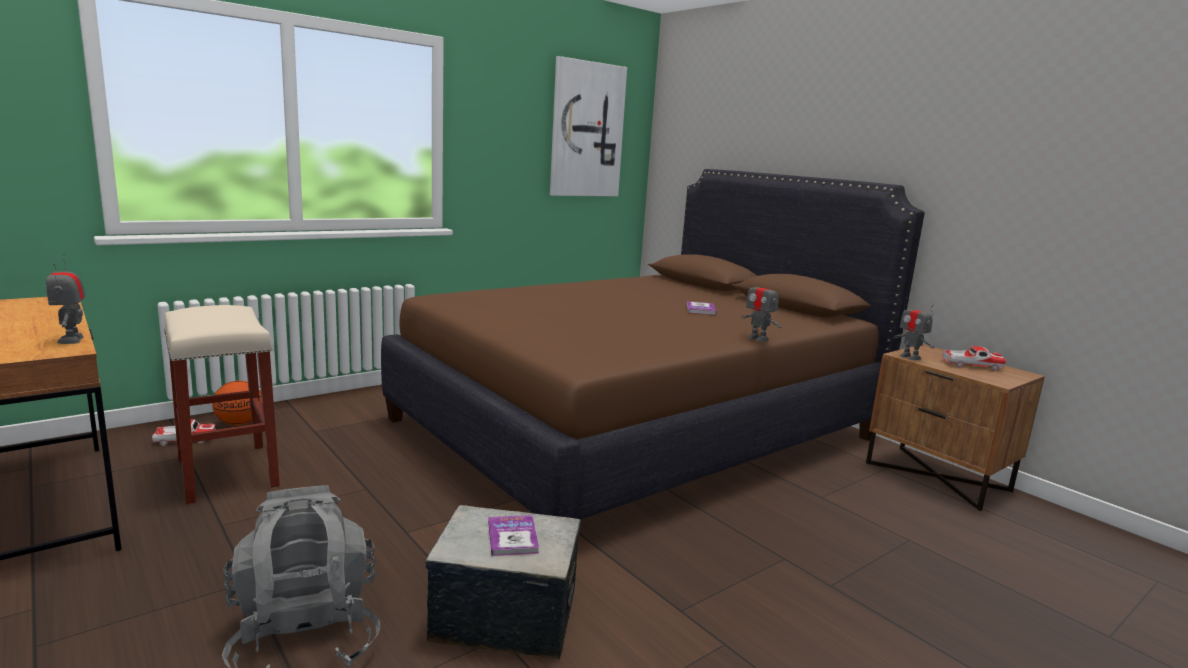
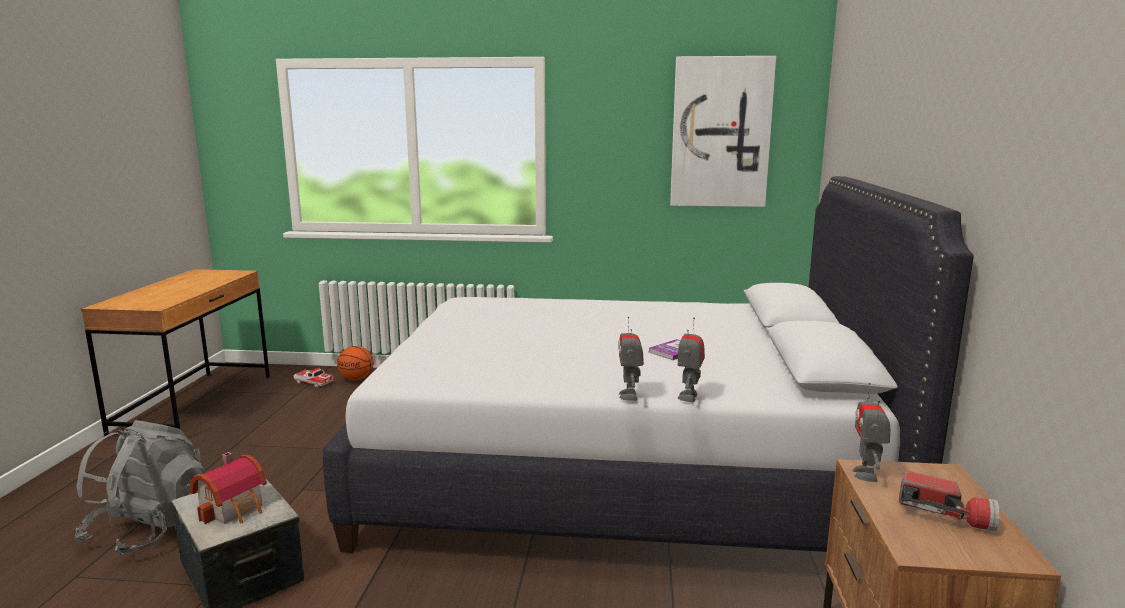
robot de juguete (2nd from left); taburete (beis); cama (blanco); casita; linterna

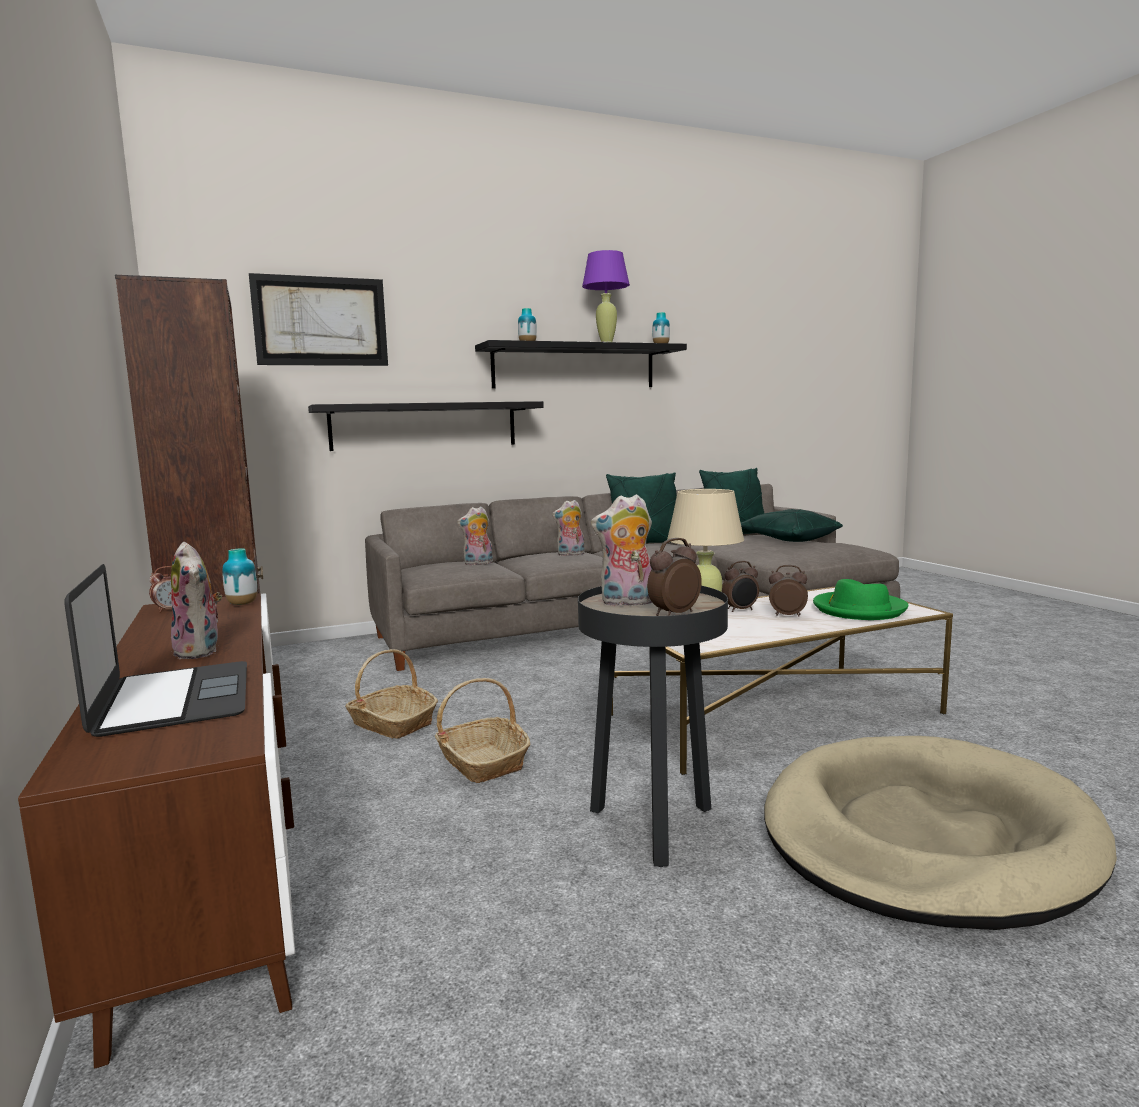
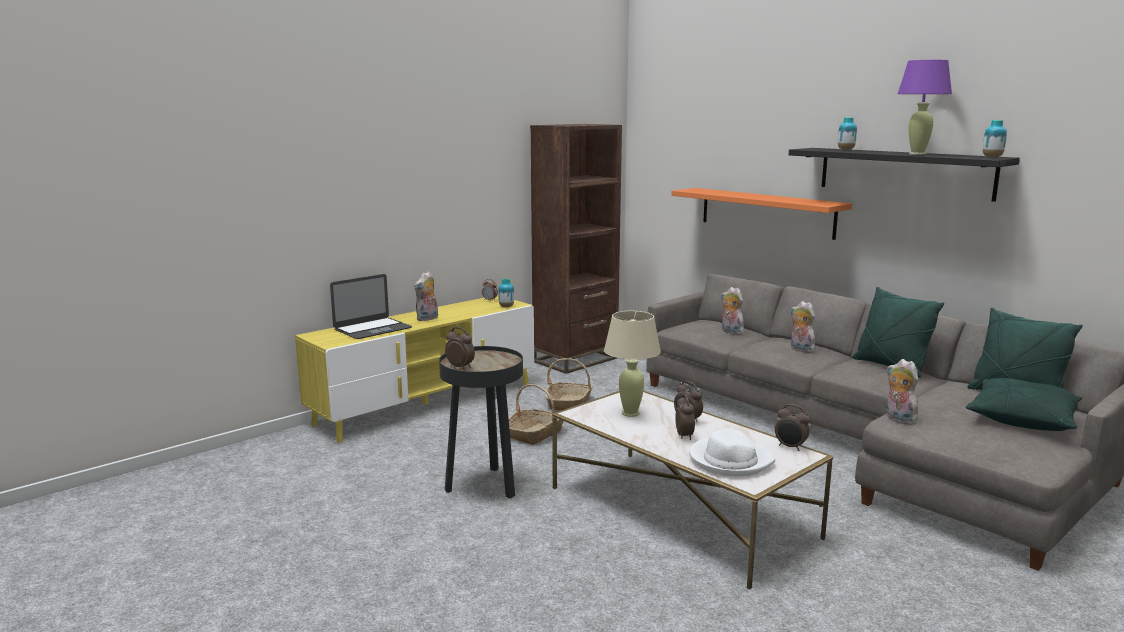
mueble de televisión (amarillo); cuadro; estante (naranja); peluche (4th from left); cama para perro (beis); sombrero (blanco); despertador (5th from left)

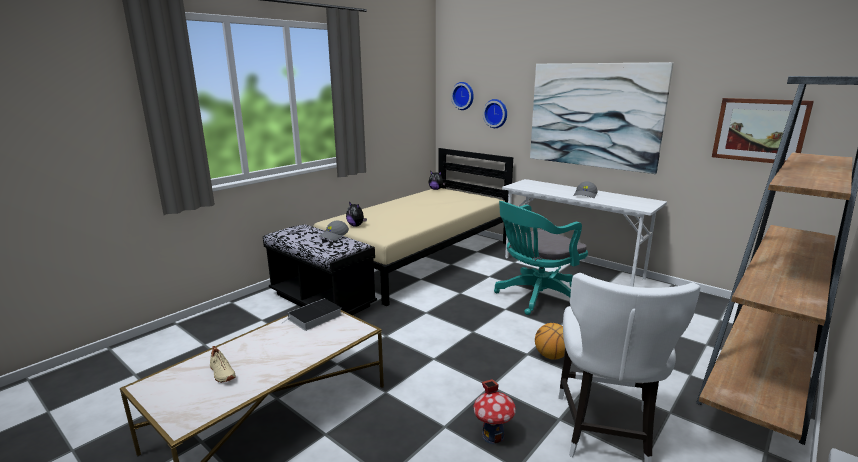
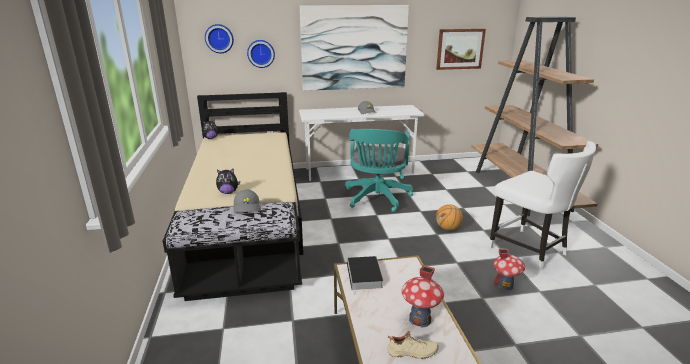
casita (1st from left)

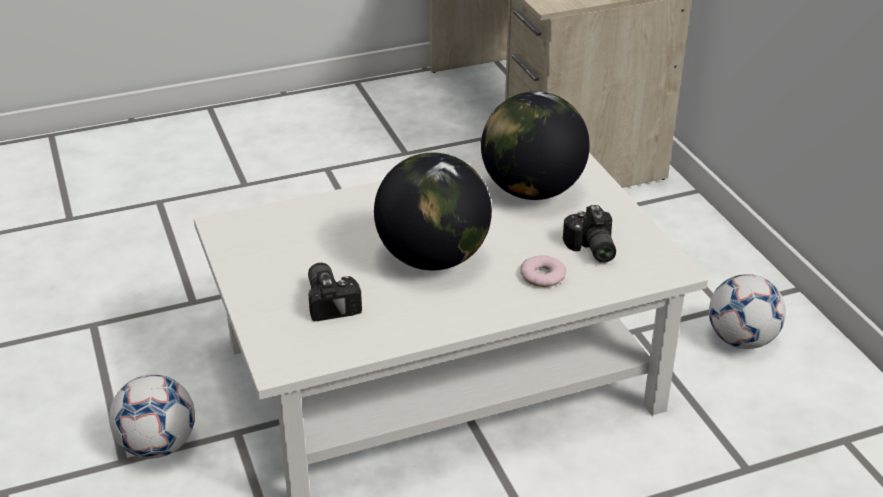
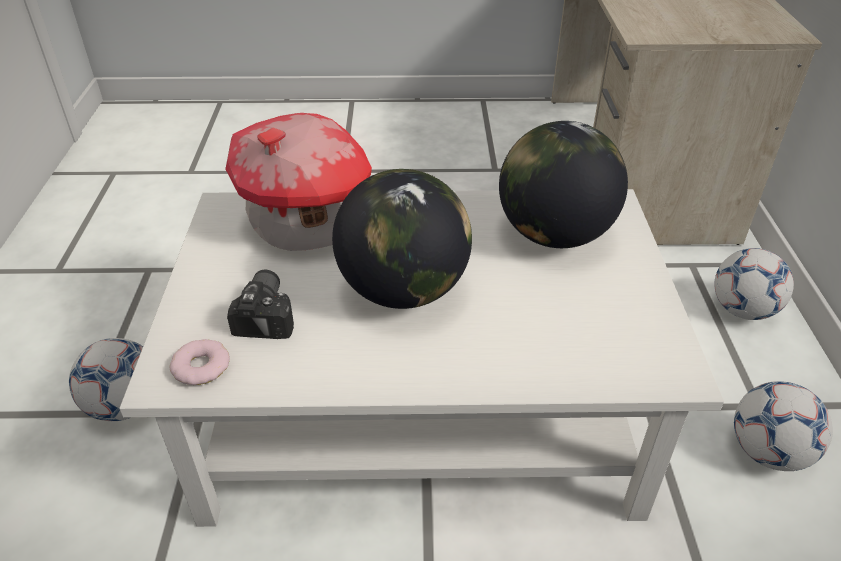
rosquilla; cámara (2nd from left in the first image); casita; balón de fútbol (2nd from left)

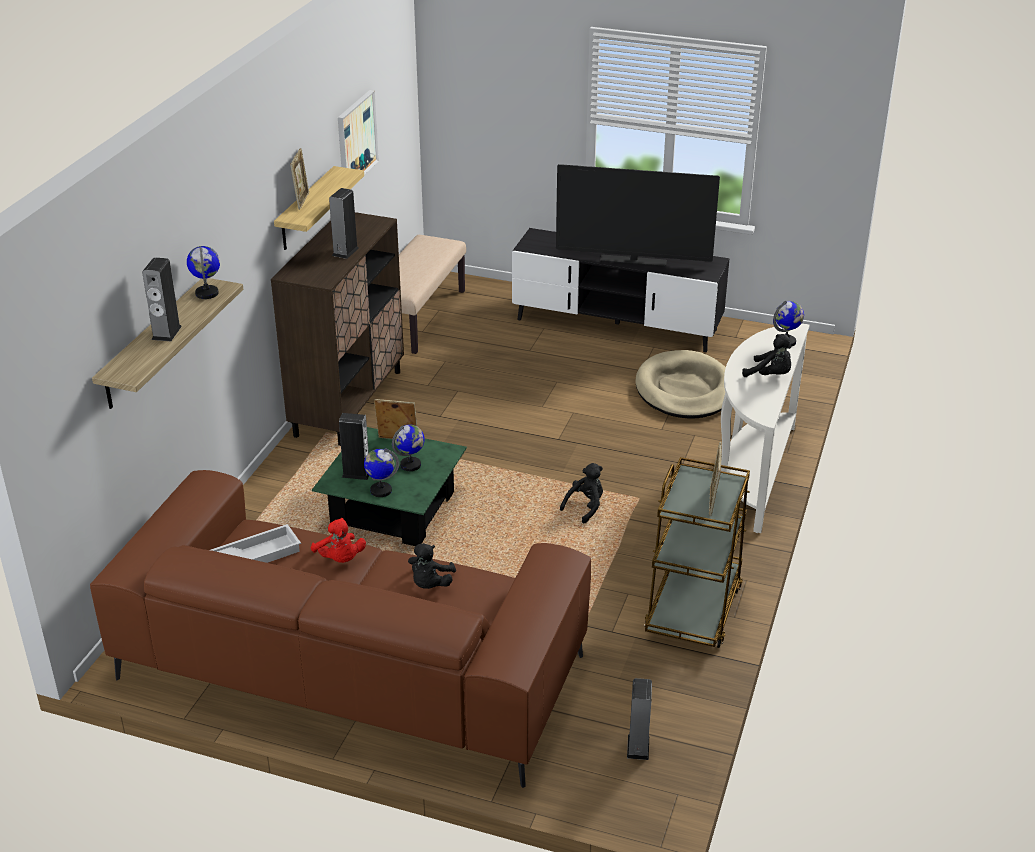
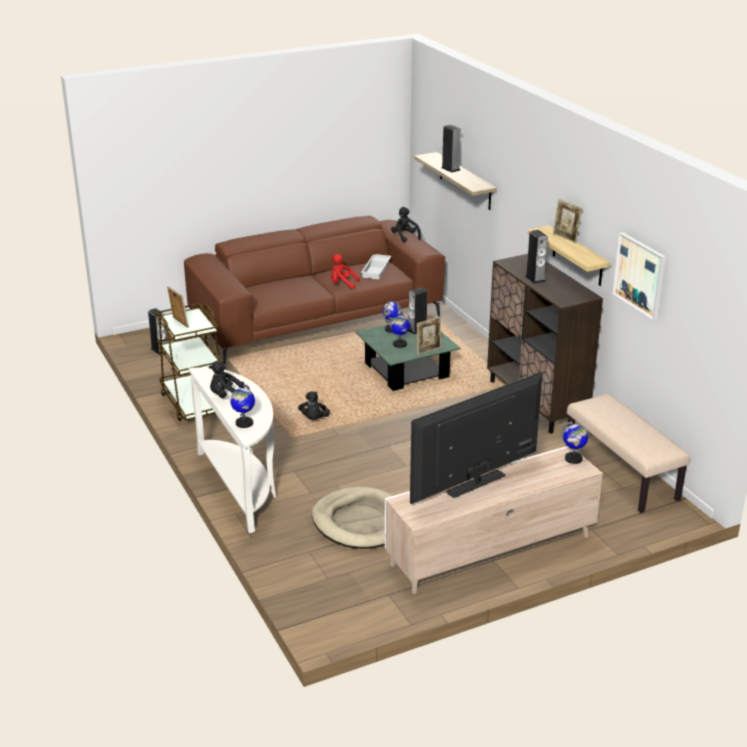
globo terráqueo (4th from left); peluche (negro) (3rd from left); mueble de televisión (beis)

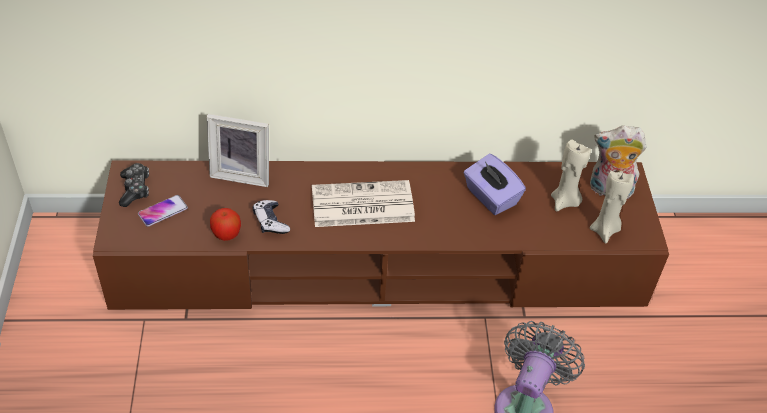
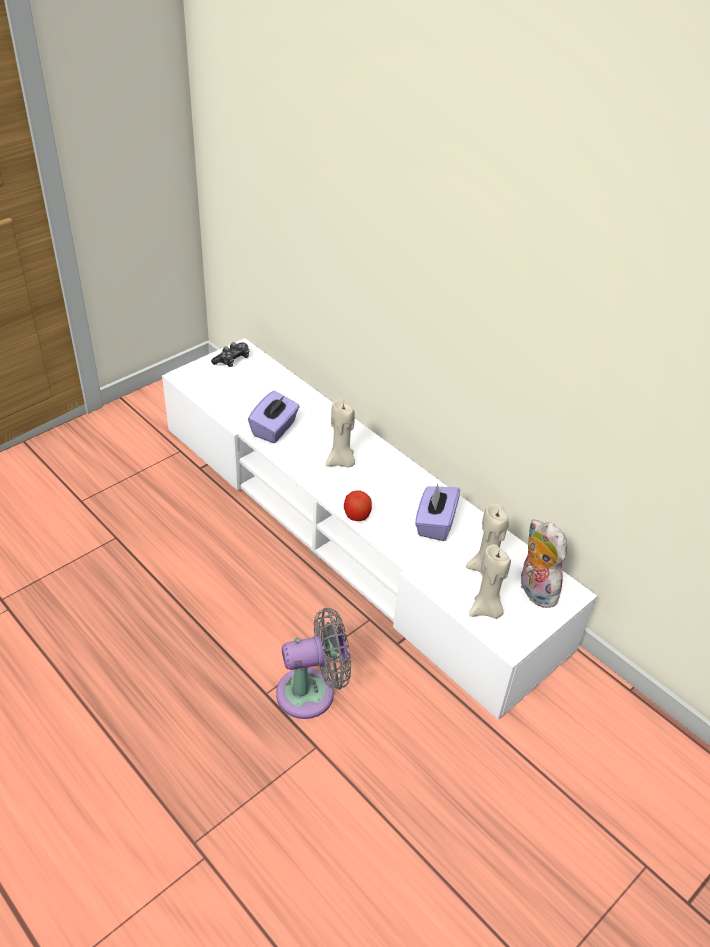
mueble de televisión (blanco); móvil; portarretratos; manzana; caja de pañuelos (morado) (1st from left); vela (beis) (1st from left)

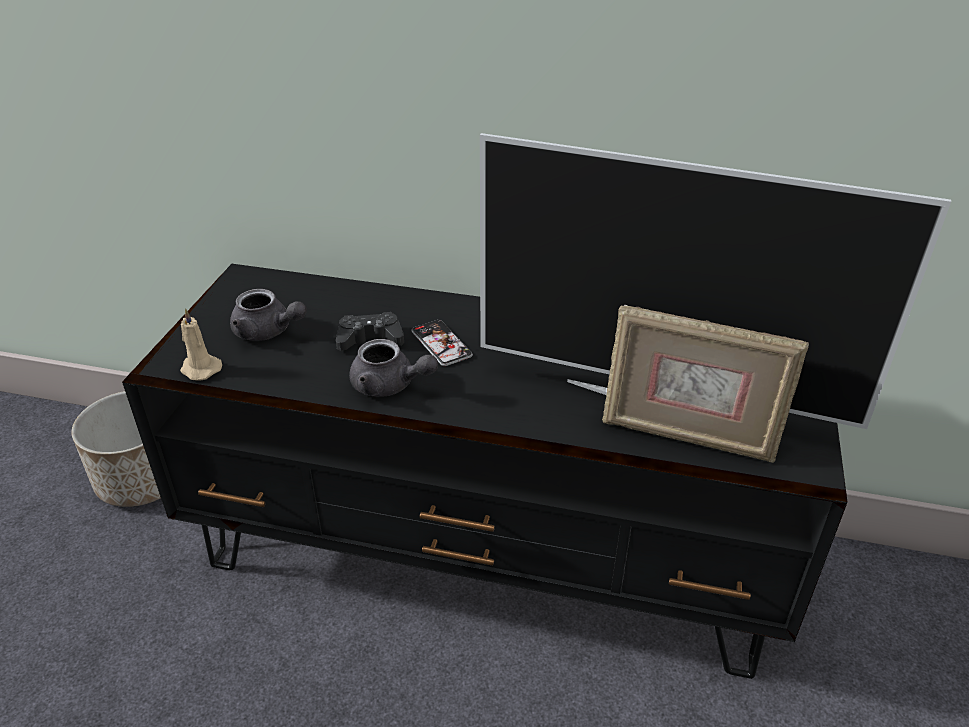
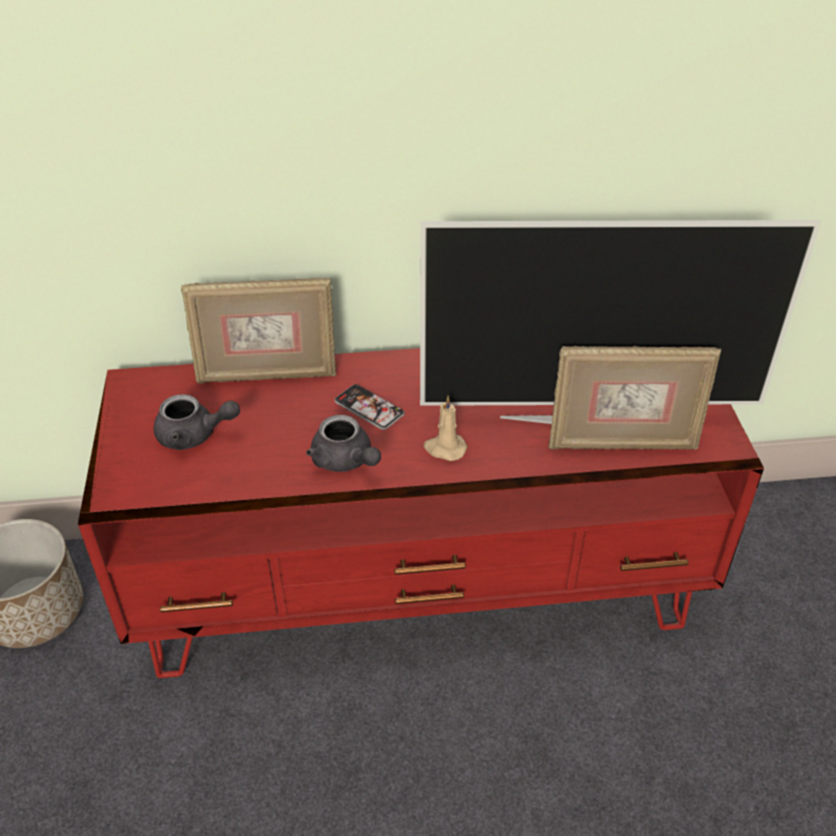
mueble de televisión (rojo); vela (beis); mando de consola (negro); tetera (gris) (2nd from left); portarretratos (1st from left)

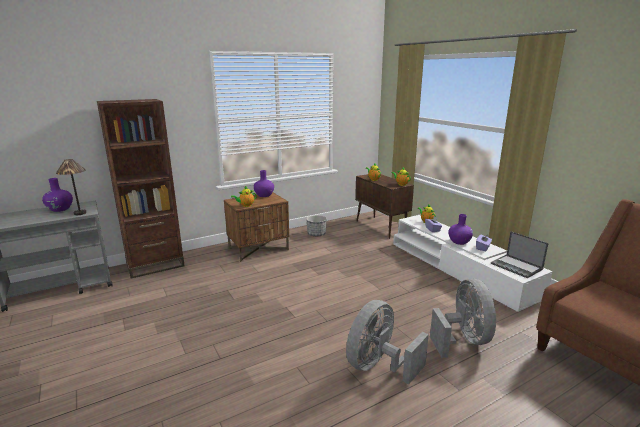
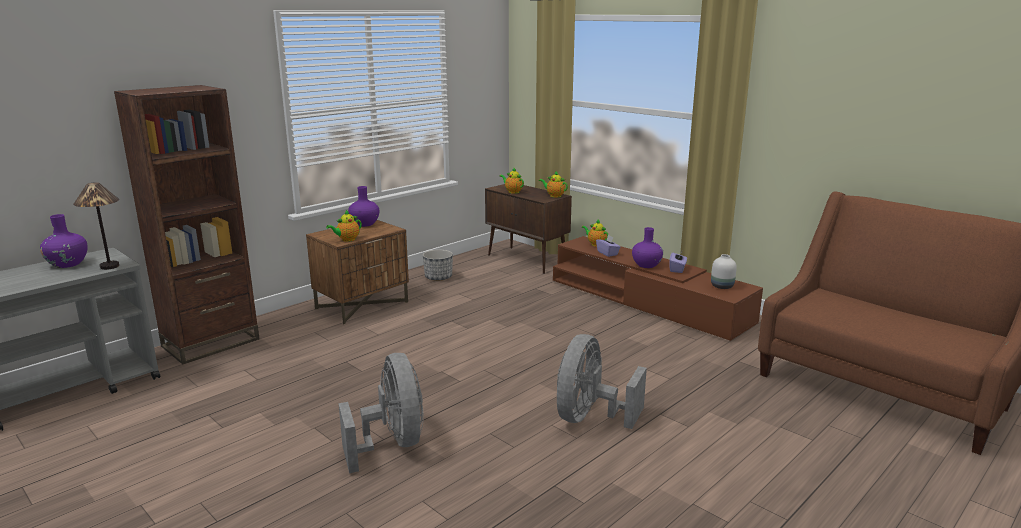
mueble de televisión (marrón); ventilador (gris) (1st from left); florero (blanco)

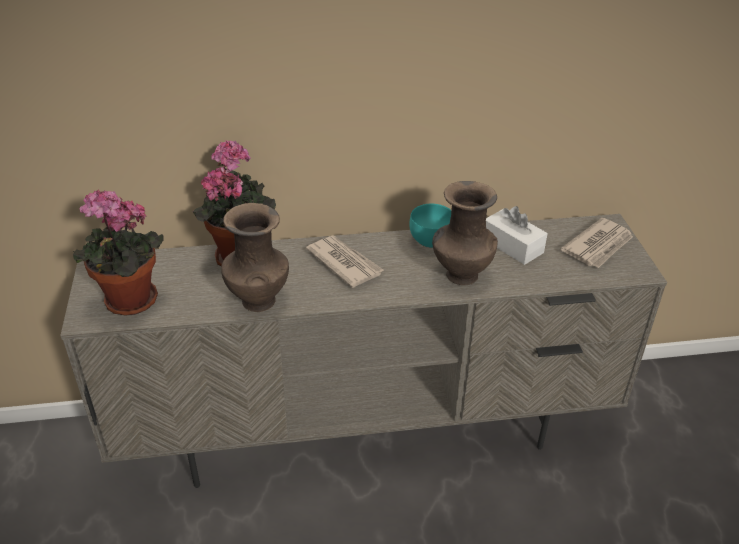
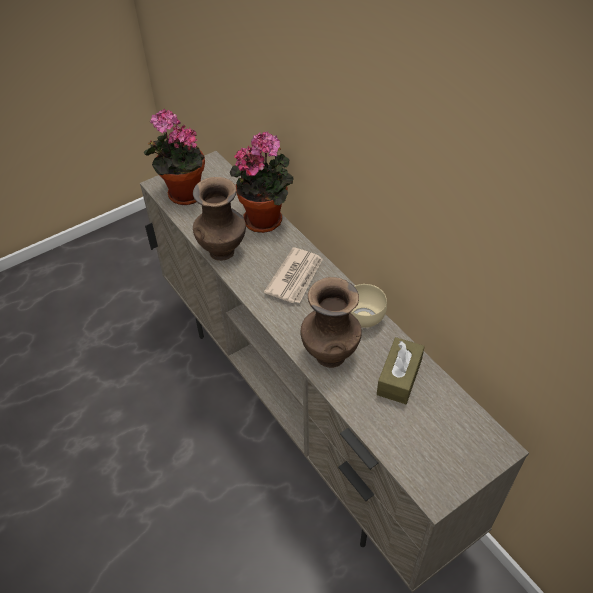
cuenco (beis); caja de pañuelos (marrón); periódico (2nd from left in the first image)

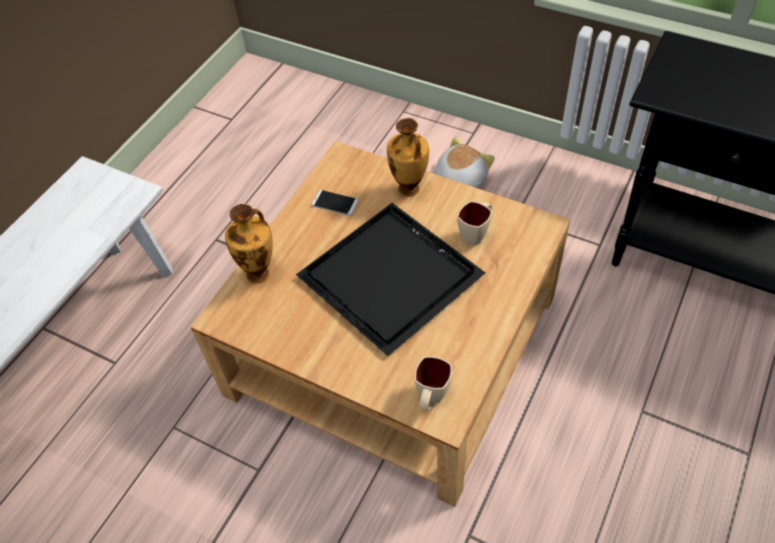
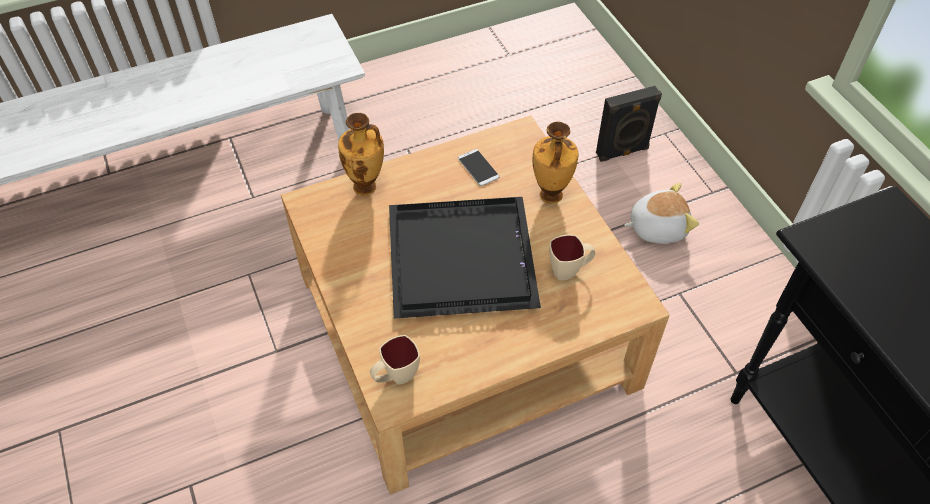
altavoz (negro)

